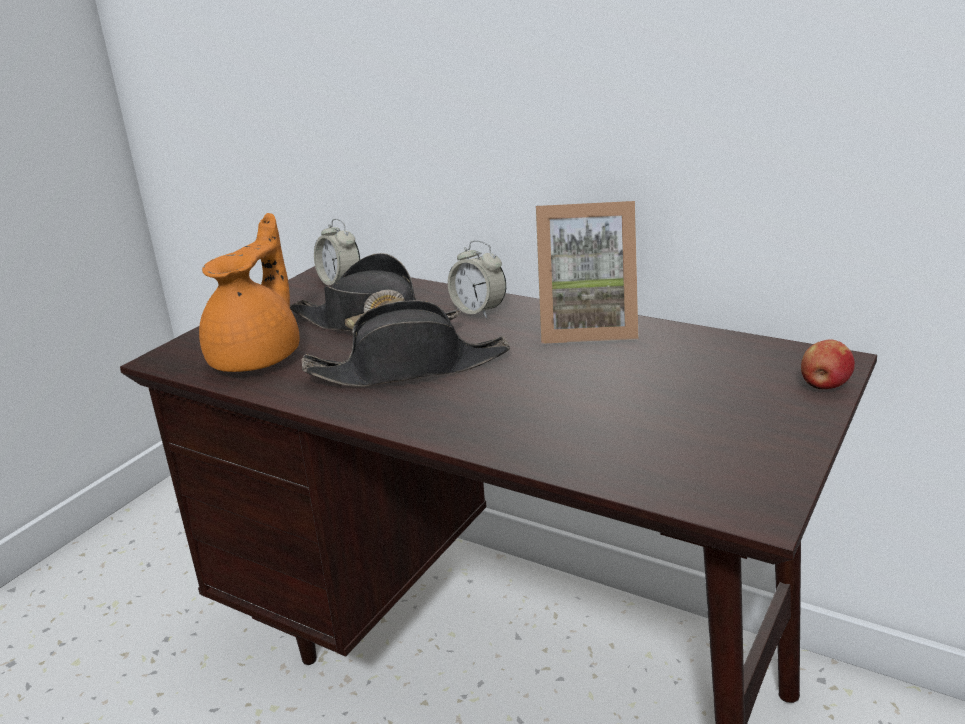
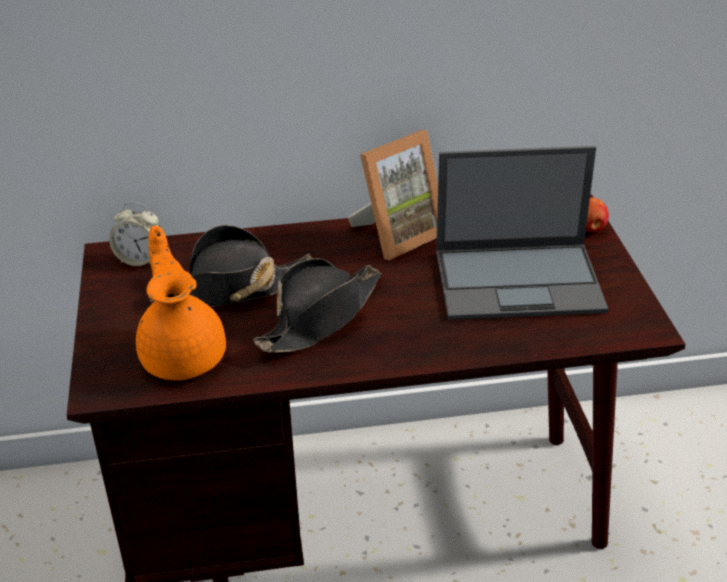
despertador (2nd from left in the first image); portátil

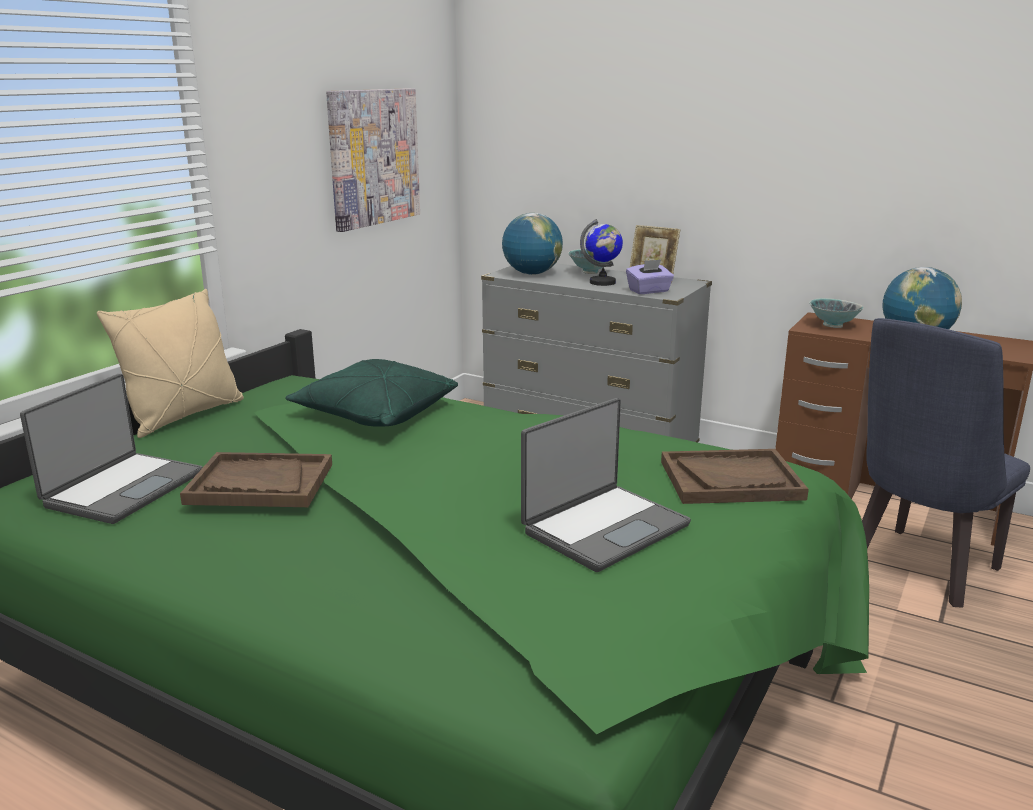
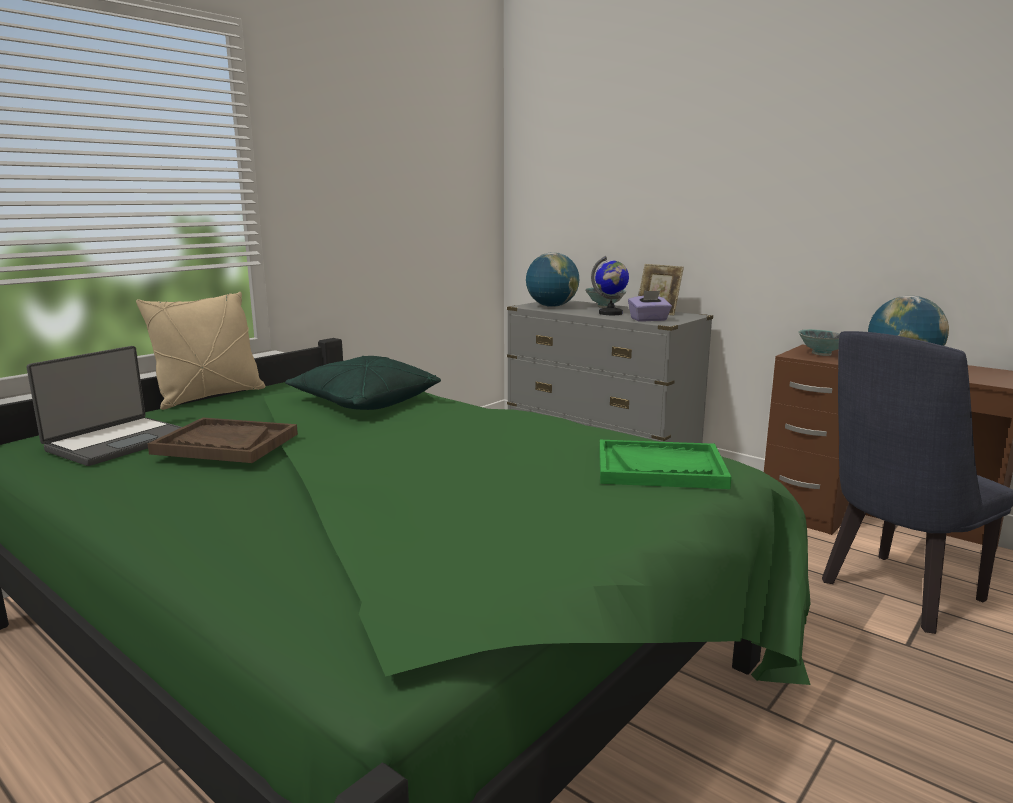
cuadro; portátil (2nd from left in the first image); bandeja (verde)

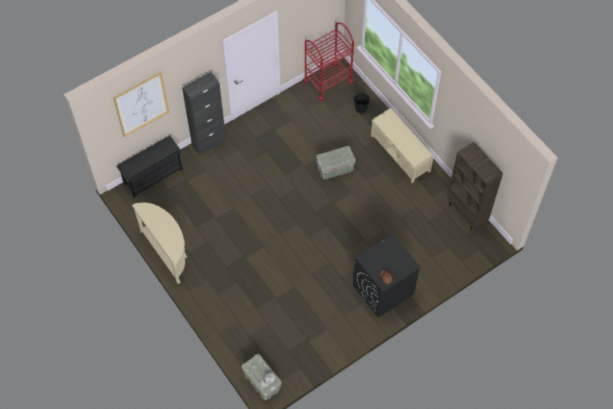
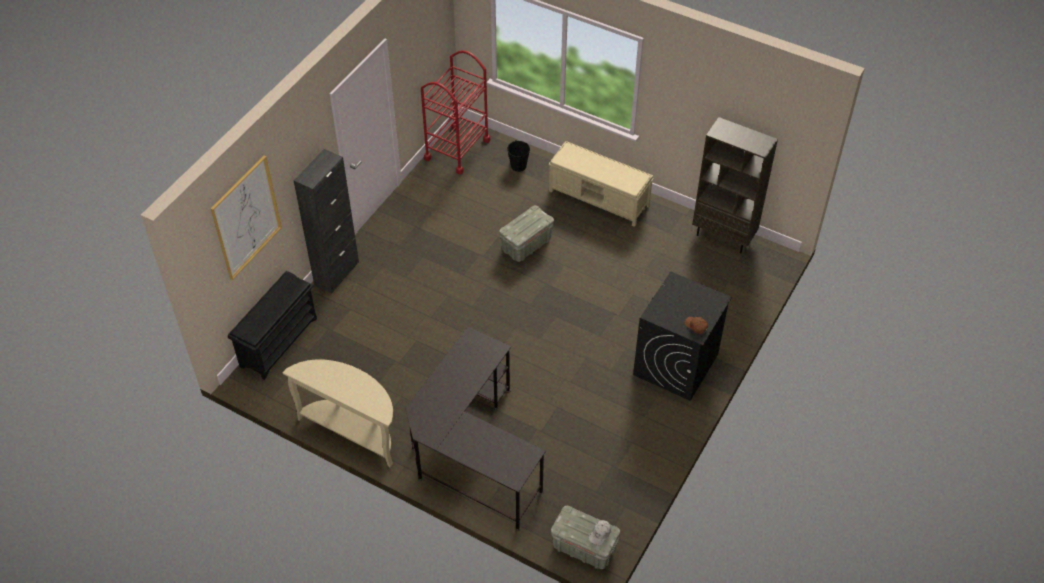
escritorio (negro)

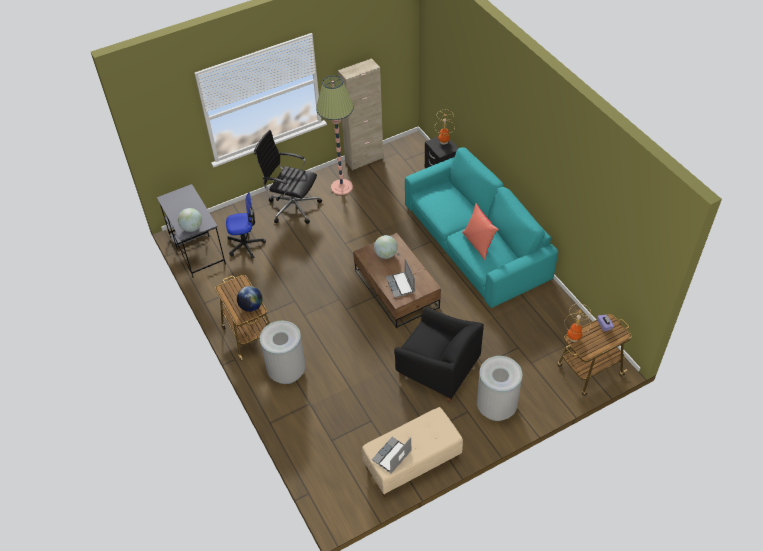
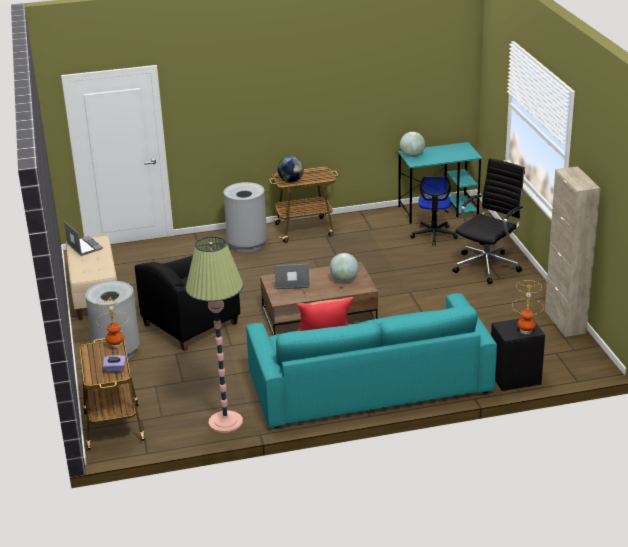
escritorio (turquesa); lámpara de pie

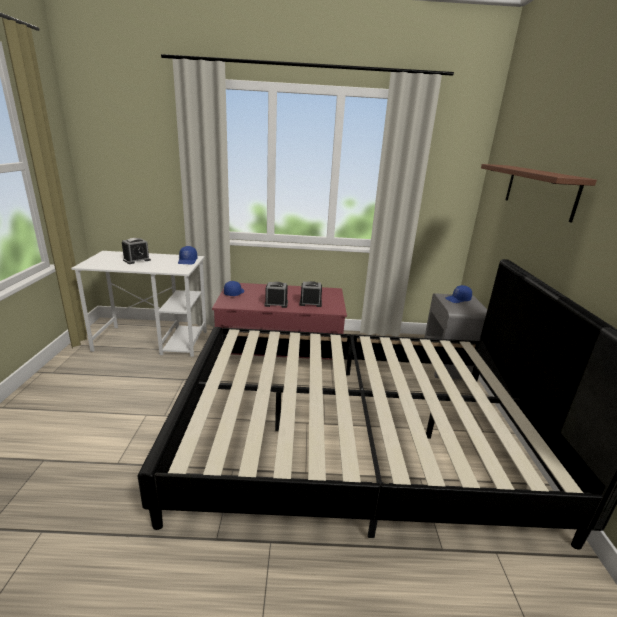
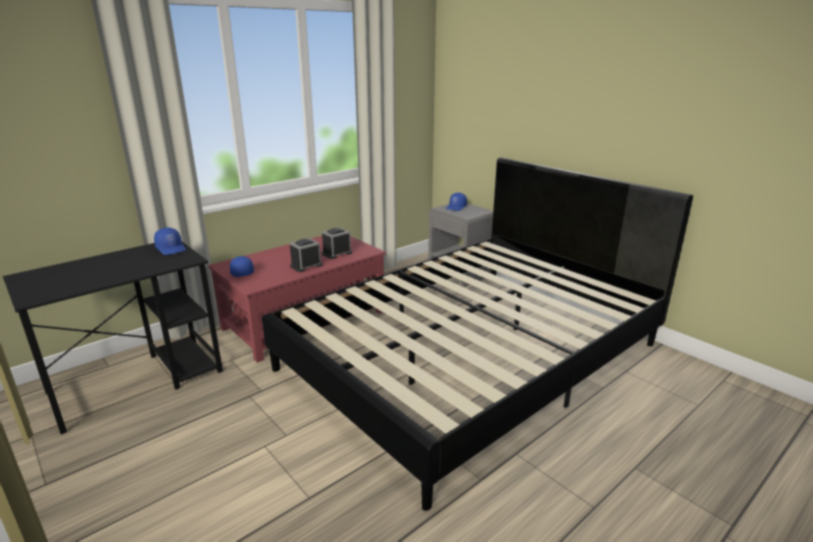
escritorio (negro); despertador (1st from left in the first image); estante (marrón)

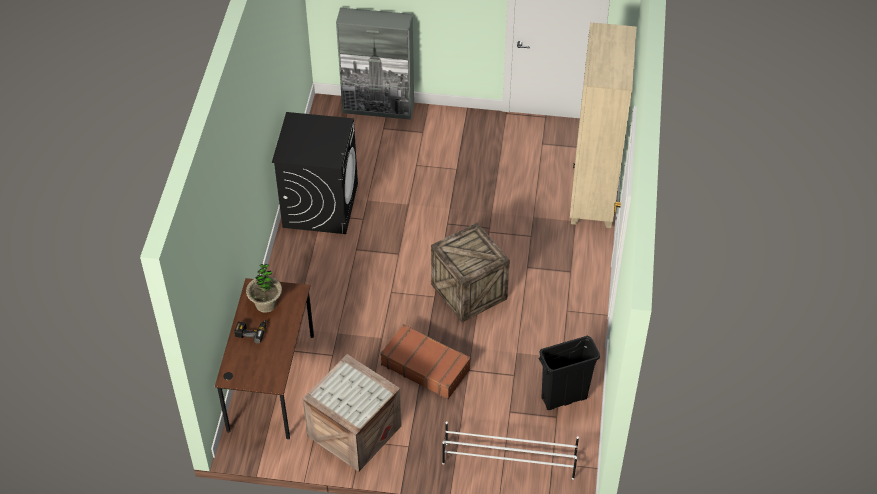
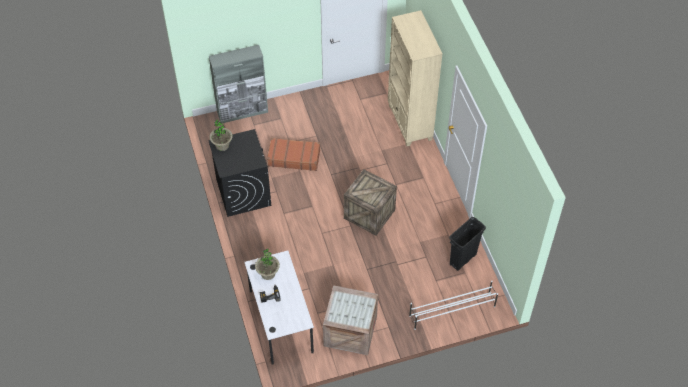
escritorio (blanco); maleta (marrón); planta en maceta (1st from left)

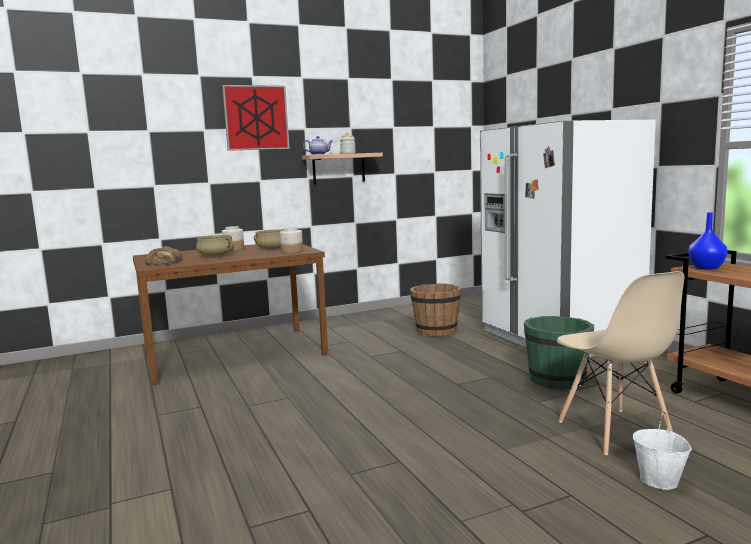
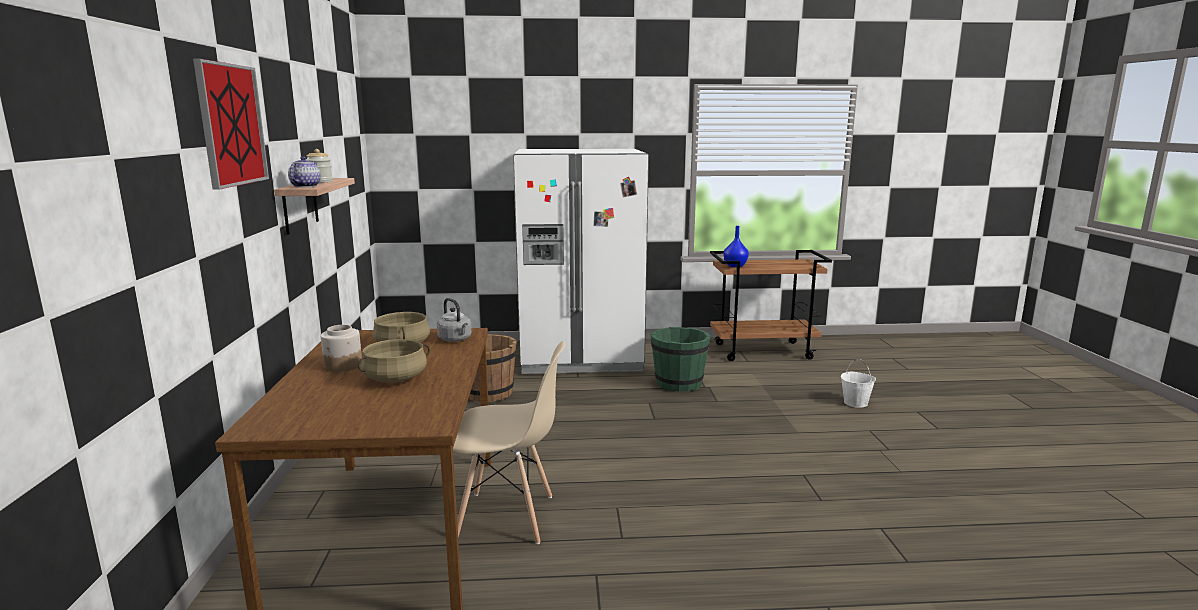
pan; hervidor (gris); silla (beis)

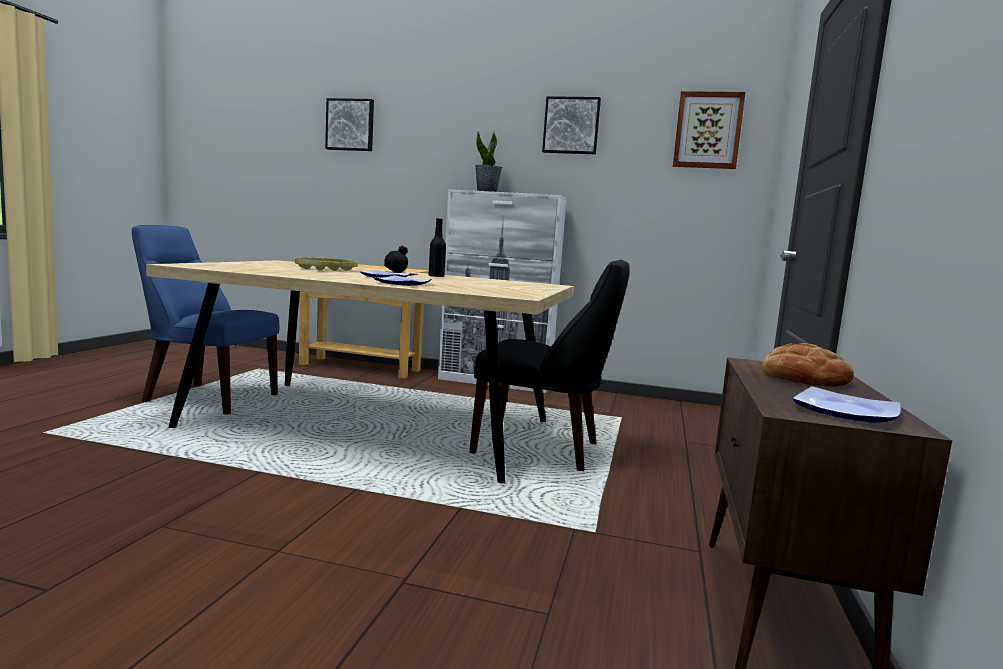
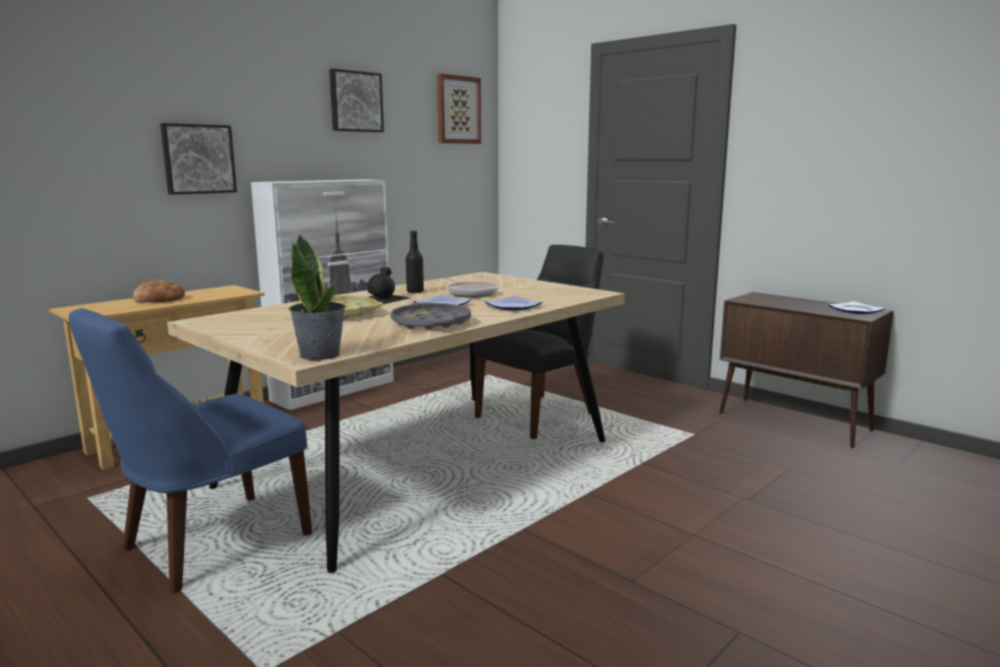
cuadro (1st from left); planta en maceta; pan; bandeja (gris); sartén

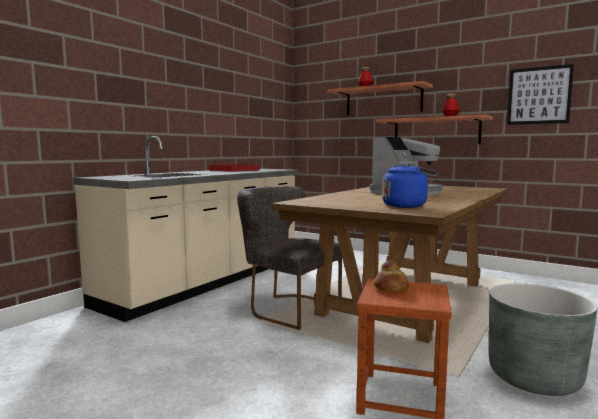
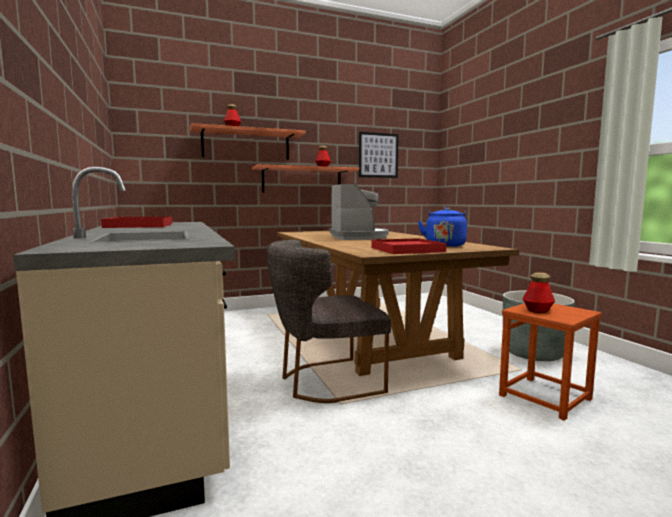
botella (3rd from left); bandeja (rojo) (2nd from left)

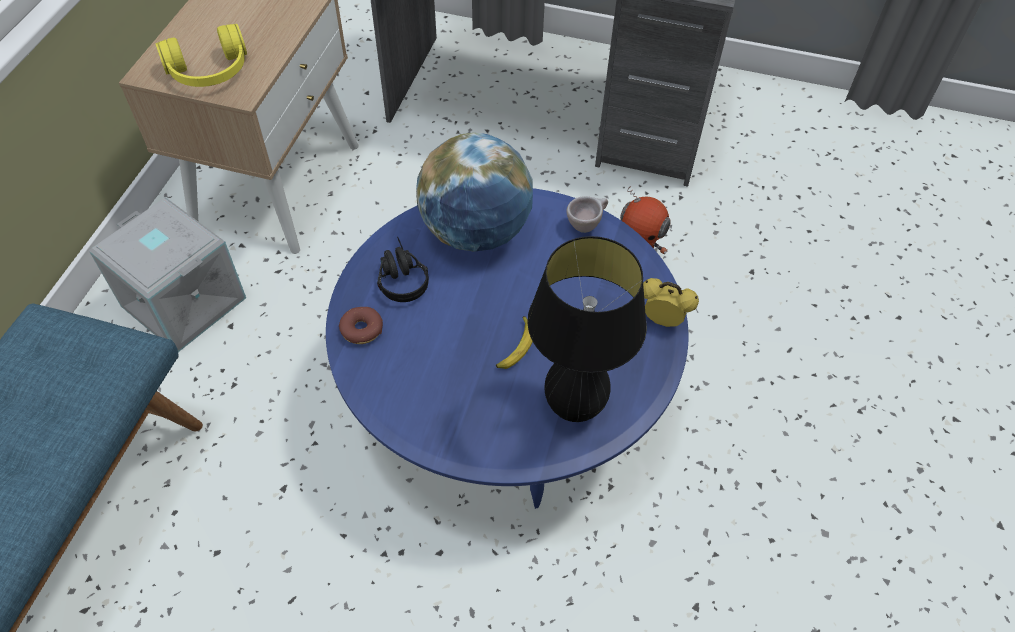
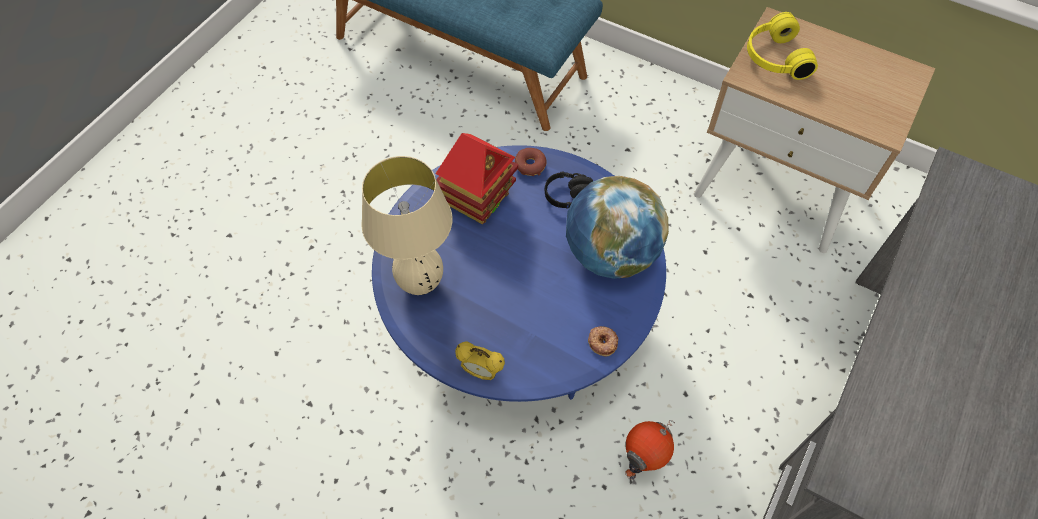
caja de almacenaje (gris); plátano; lámpara de mesa (beis); rosquilla (2nd from left); despertador; casita

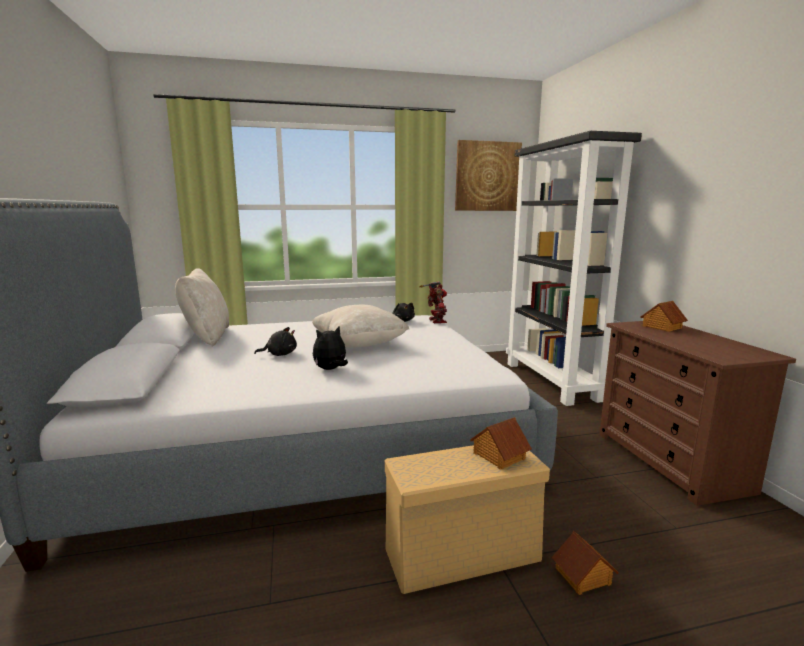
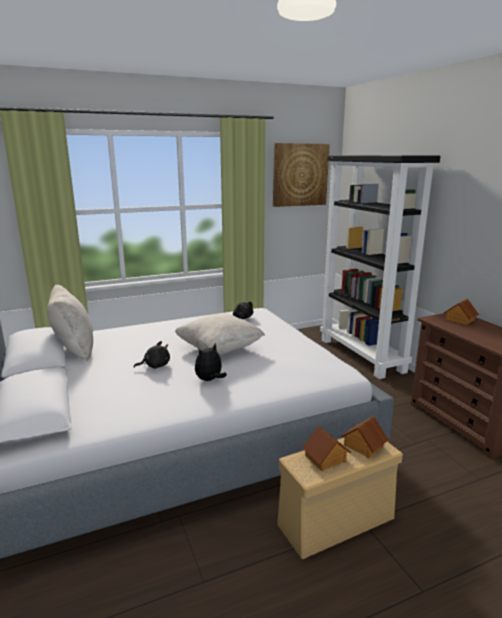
robot de juguete; casita (1st from left)

